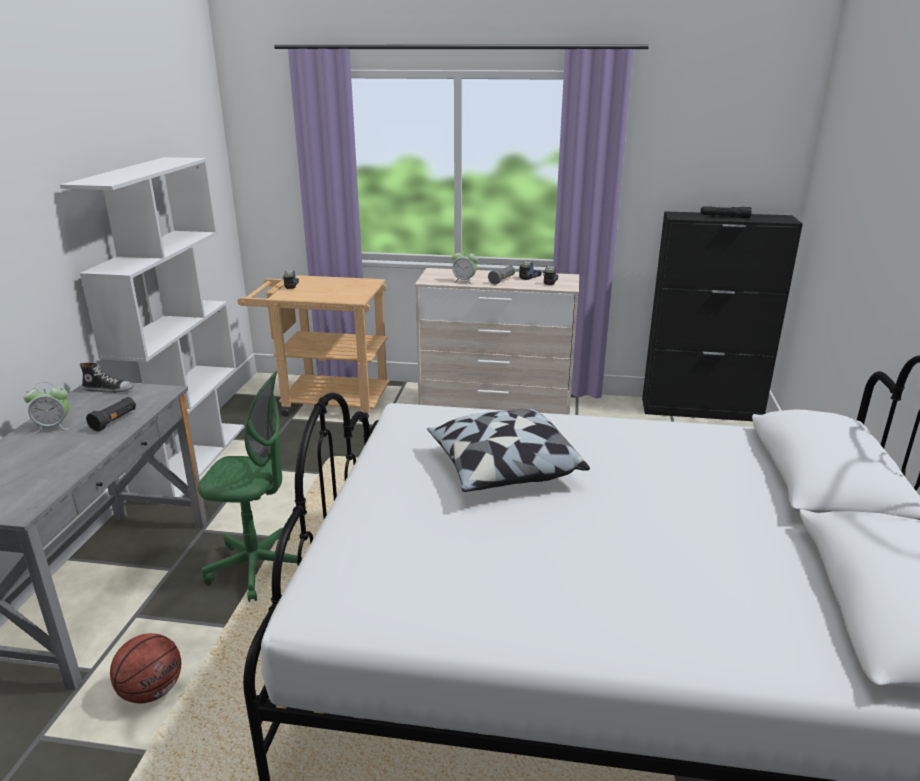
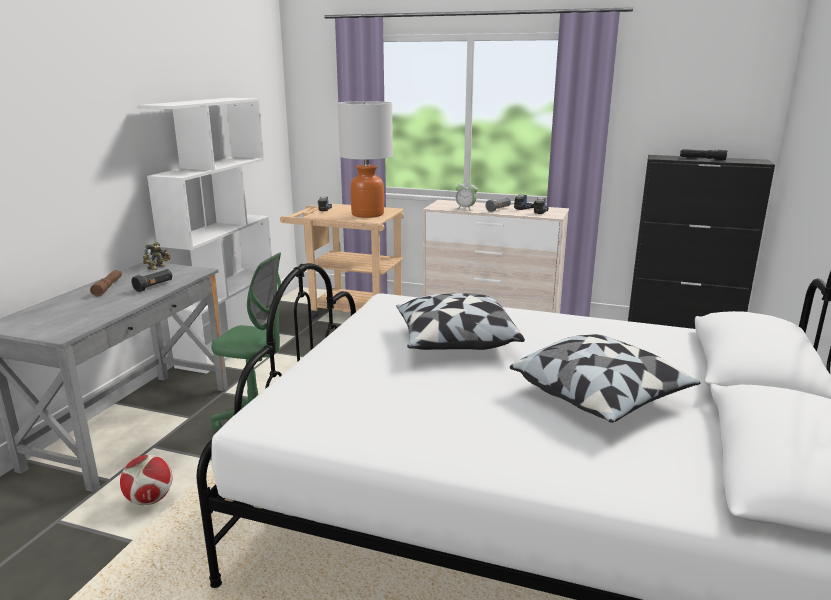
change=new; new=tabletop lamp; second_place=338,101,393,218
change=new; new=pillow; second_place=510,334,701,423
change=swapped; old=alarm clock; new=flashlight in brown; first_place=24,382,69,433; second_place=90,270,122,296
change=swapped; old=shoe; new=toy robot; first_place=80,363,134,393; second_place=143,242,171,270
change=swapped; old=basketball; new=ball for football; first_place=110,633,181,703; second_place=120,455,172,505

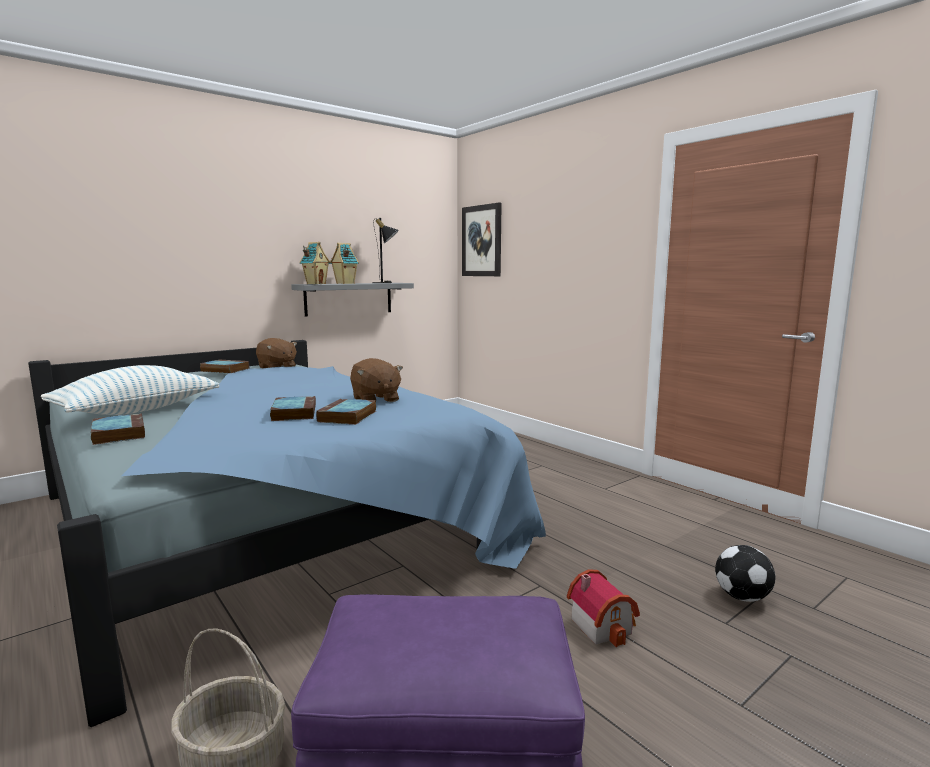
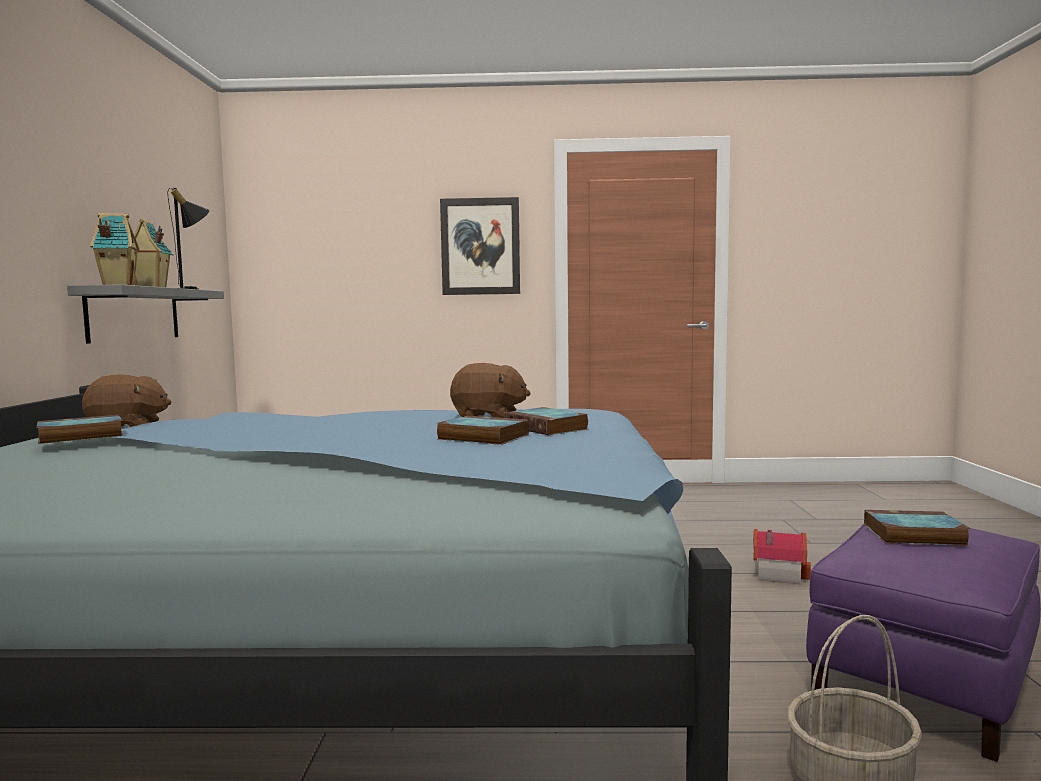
change=gone; old=pillow; first_place=41,365,220,415
change=gone; old=ball for football; first_place=715,545,776,602
change=shifted; old=book; first_place=91,413,145,445; second_place=864,510,971,546
change=shifted; old=wall art; first_place=462,203,502,276; second_place=440,197,520,295

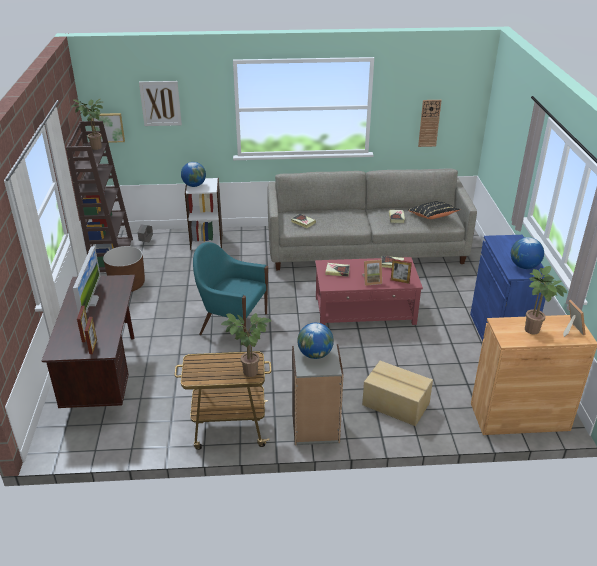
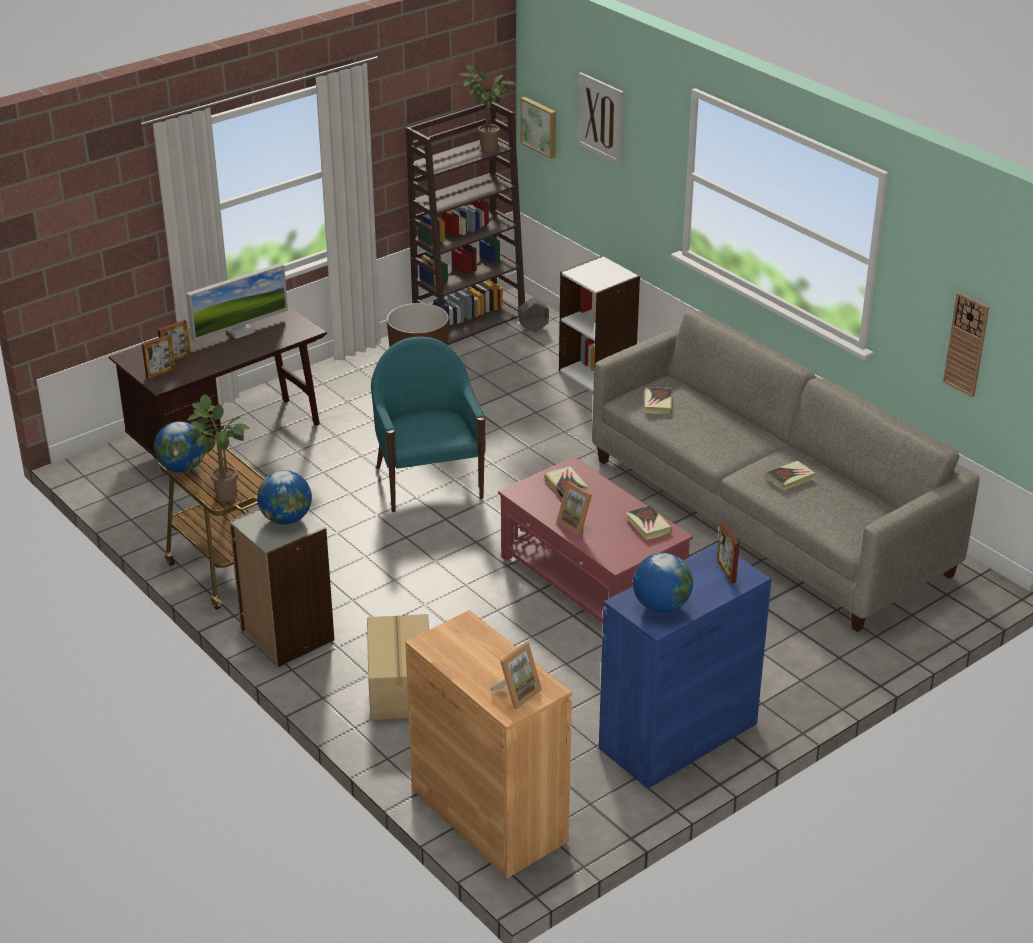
change=gone; old=pillow in black-coloured; first_place=408,201,460,219
change=gone; old=plant in a pot; first_place=525,266,567,334
change=shifted; old=globe; first_place=181,162,206,187; second_place=154,421,205,473
change=shifted; old=picture frame; first_place=391,259,412,284; second_place=717,522,740,584

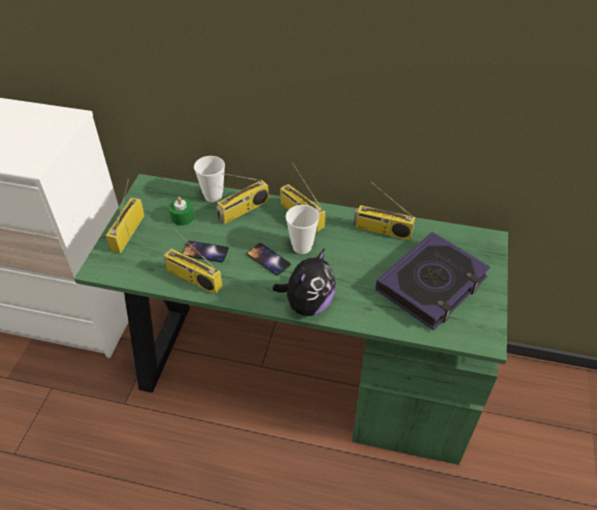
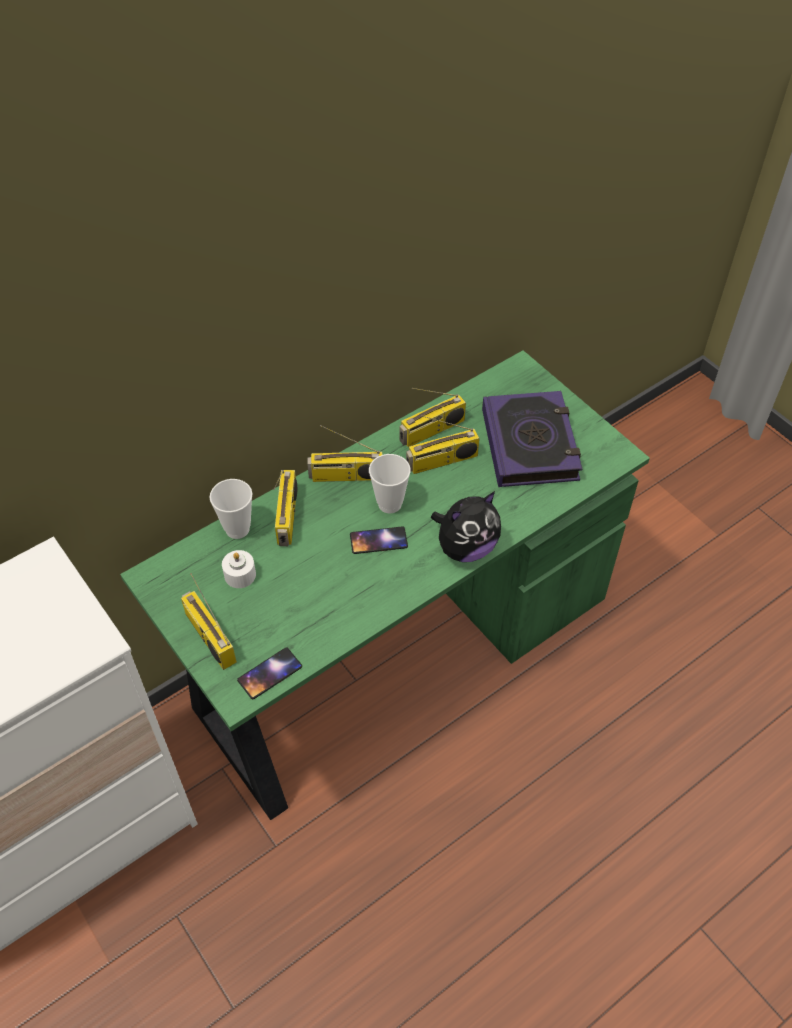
change=shifted; old=radio; first_place=163,227,222,295; second_place=406,415,480,474
change=shifted; old=handset; first_place=182,241,229,262; second_place=237,647,302,699
change=repainted; old=wax light in green; new=wax light in white-coloured; first_place=169,197,194,225; second_place=222,550,256,588
change=rotated; old=cuddly toy; first_place=272,248,336,316; second_place=431,491,501,562; degrees=75

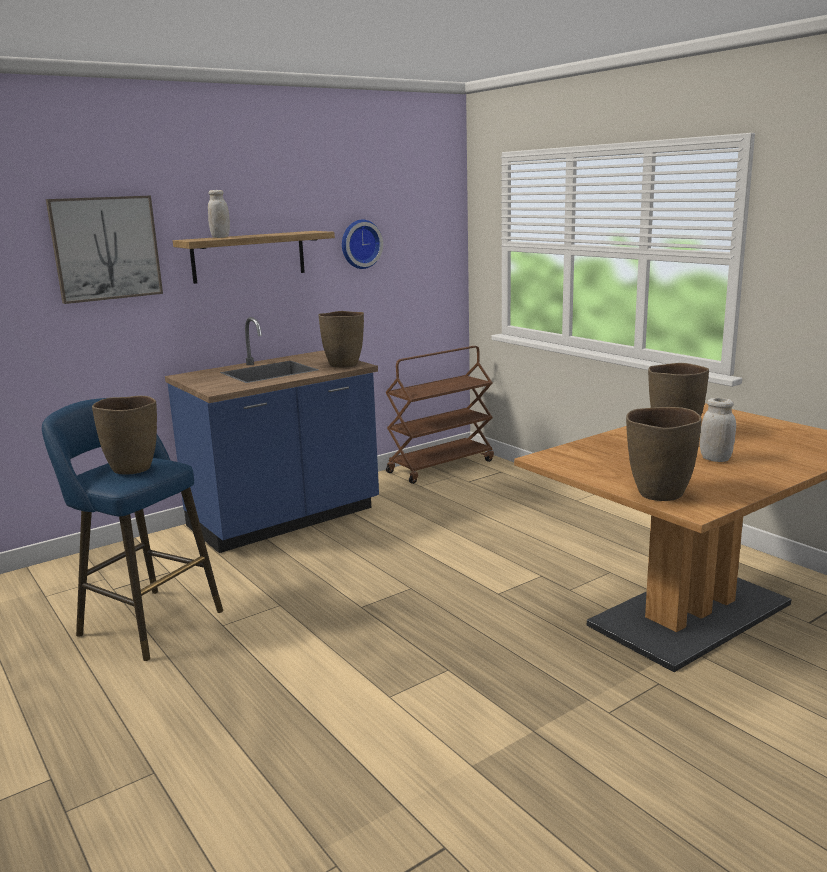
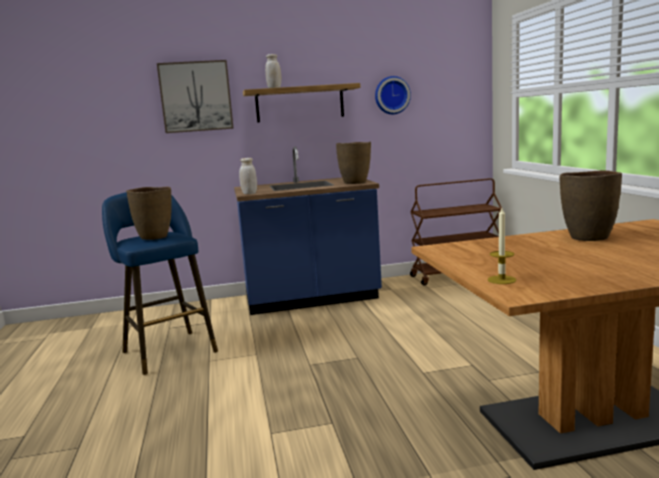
change=shifted; old=preserve jar in white-coloured; first_place=700,398,736,462; second_place=239,158,257,194
change=swapped; old=vase in brown; new=wax light; first_place=626,407,702,501; second_place=488,208,516,284

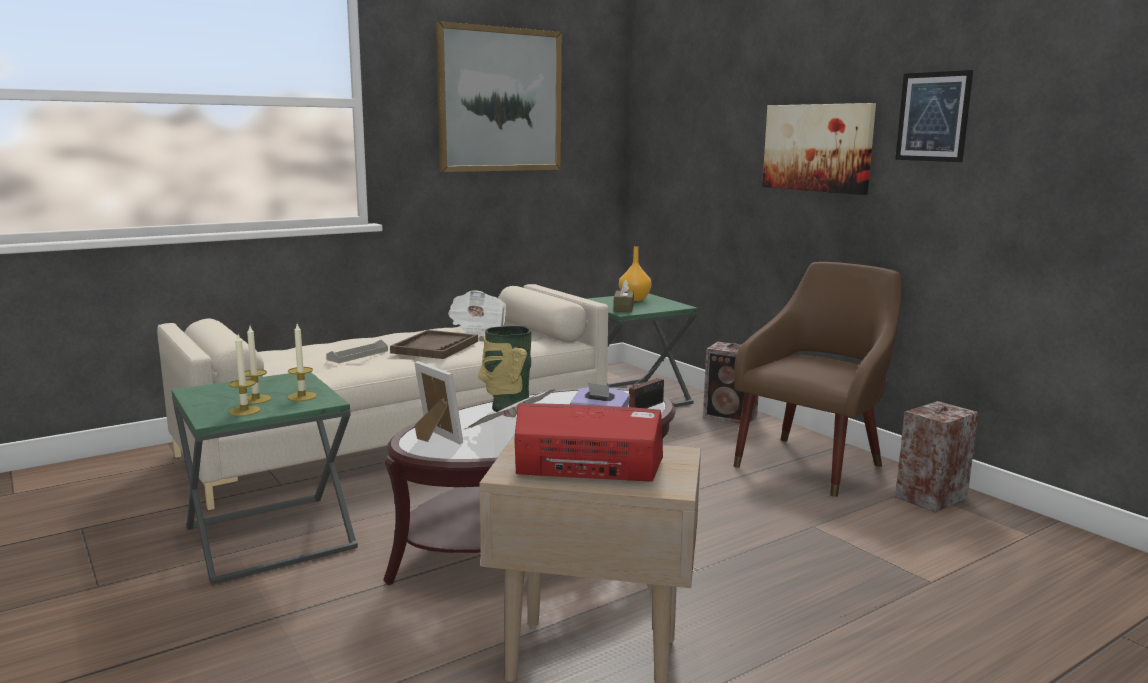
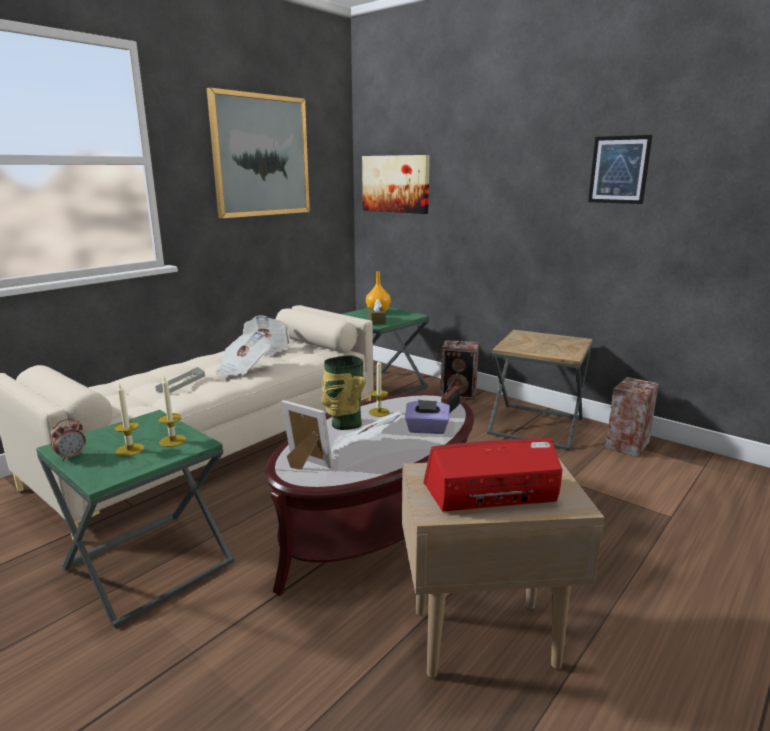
change=new; new=alarm clock; second_place=51,419,86,461
change=shifted; old=wax light; first_place=229,335,260,416; second_place=369,360,390,417
change=shifted; old=wall art; first_place=762,103,876,195; second_place=362,155,430,214
change=swapped; old=carrying tray in brown; new=printed paper; first_place=390,330,478,359; second_place=216,331,271,376
change=swapped; old=easy chair in brown; new=accent table in brown; first_place=734,262,902,497; second_place=487,330,592,450

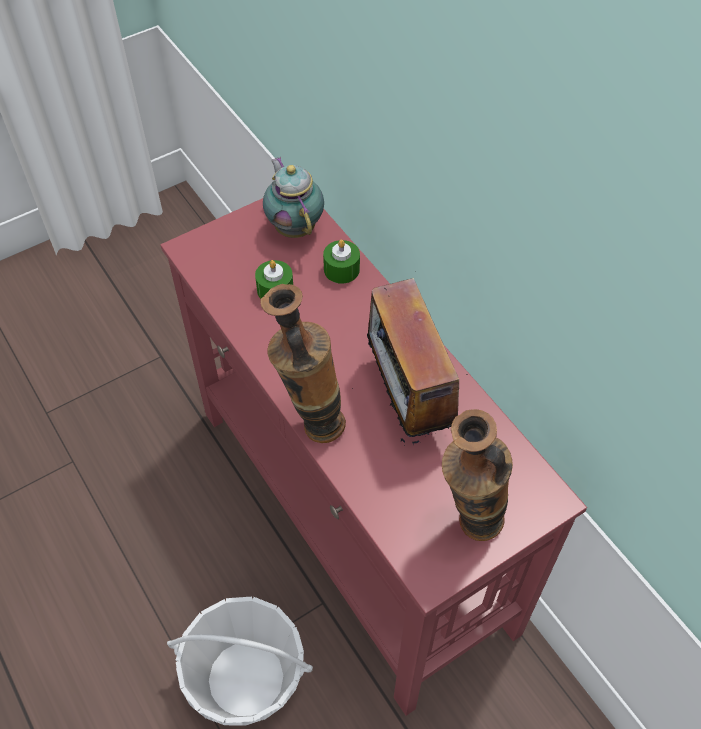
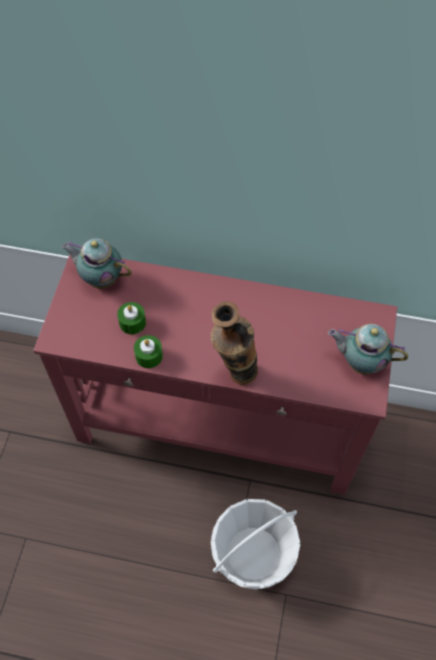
change=gone; old=radio; first_place=367,278,467,446
change=shifted; old=wax light in green; first_place=323,240,360,284; second_place=134,335,163,368
change=swapped; old=vase; new=teapot; first_place=442,409,513,541; second_place=328,324,408,375

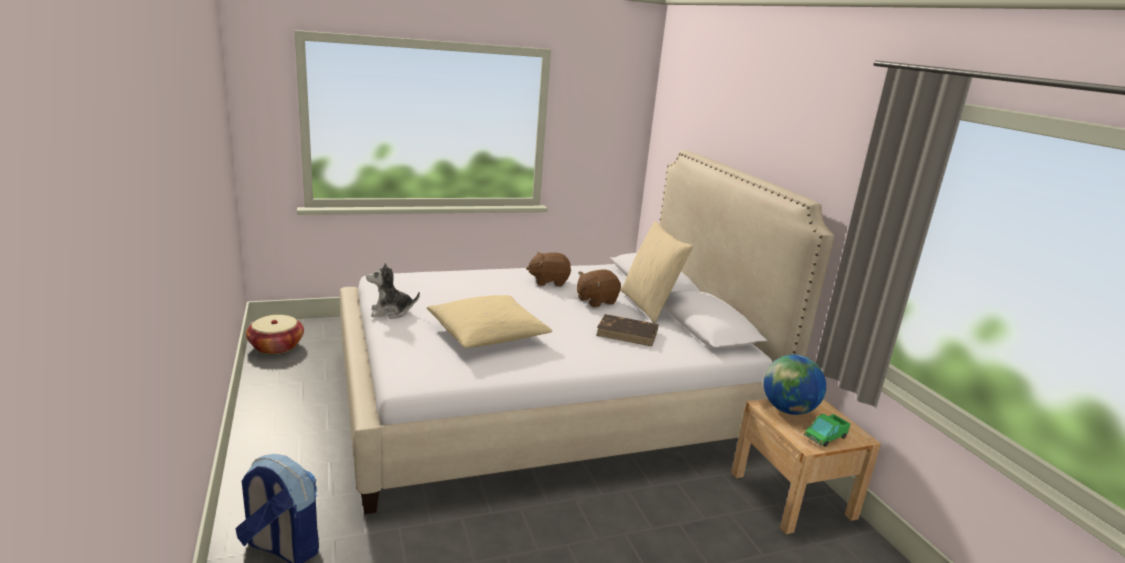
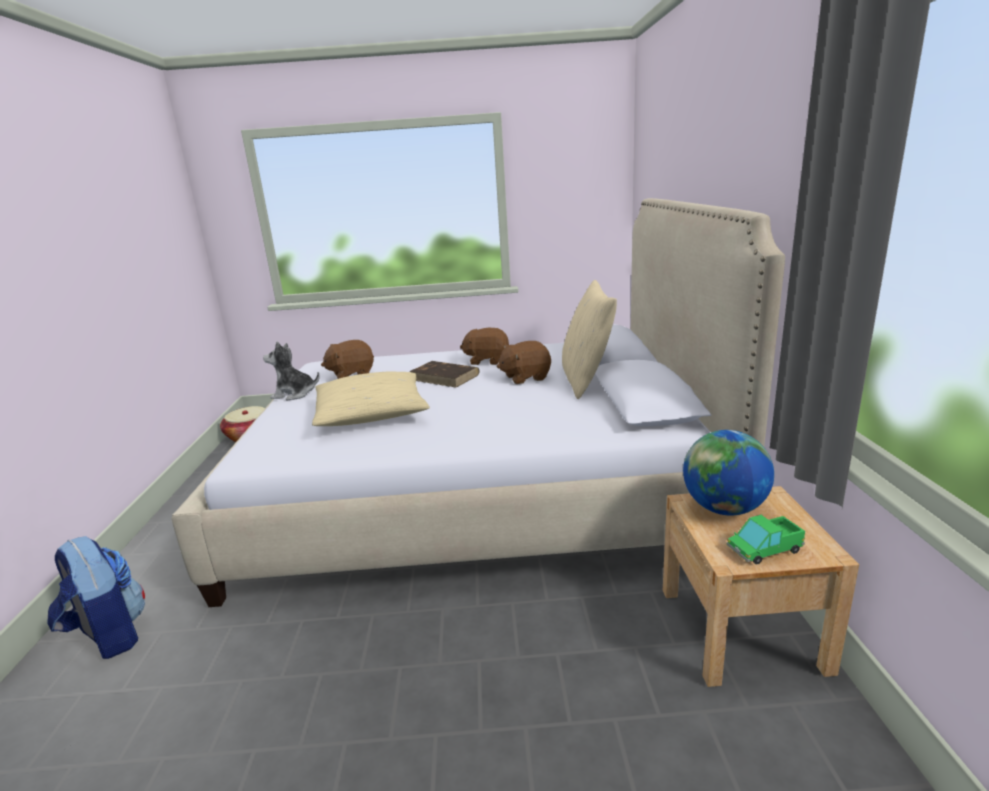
change=new; new=cuddly toy in brown; second_place=321,340,374,379
change=shifted; old=book in brown; first_place=596,314,659,346; second_place=409,361,479,388

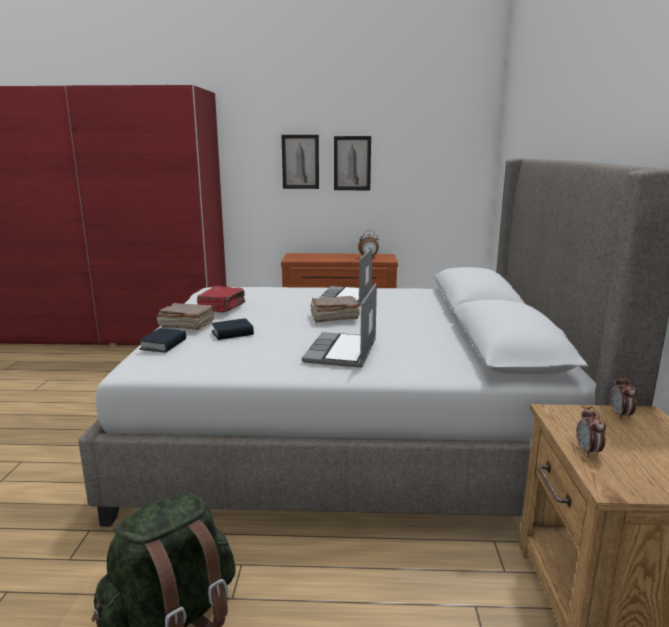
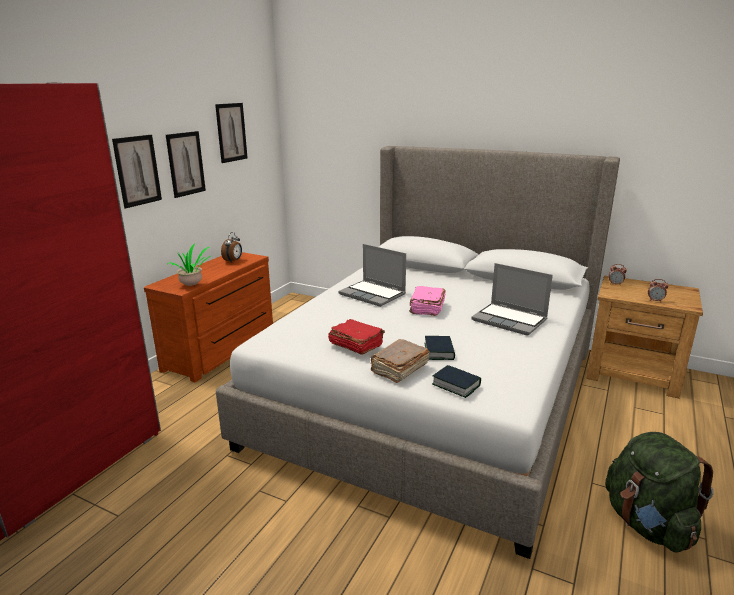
change=new; new=plant in a pot; second_place=168,243,211,286
change=new; new=wall art; second_place=215,103,248,163
change=repainted; old=book in brown; new=book in pinkish; first_place=311,296,360,323; second_place=409,286,446,316

